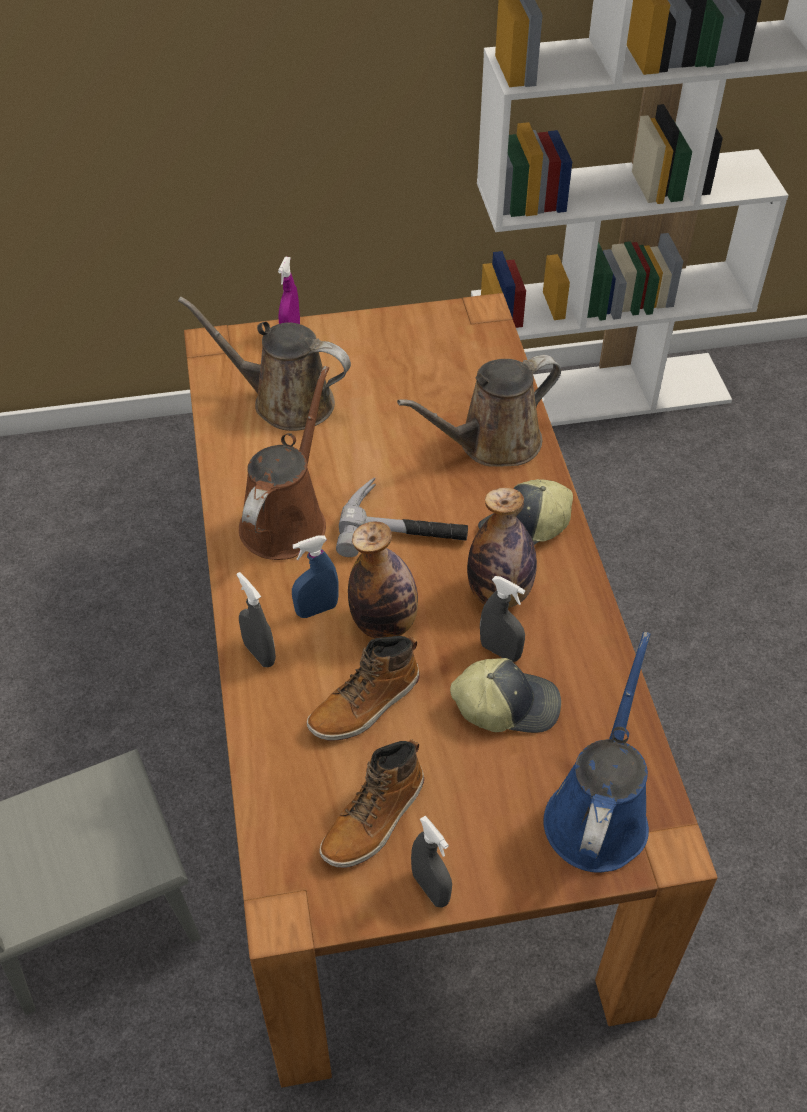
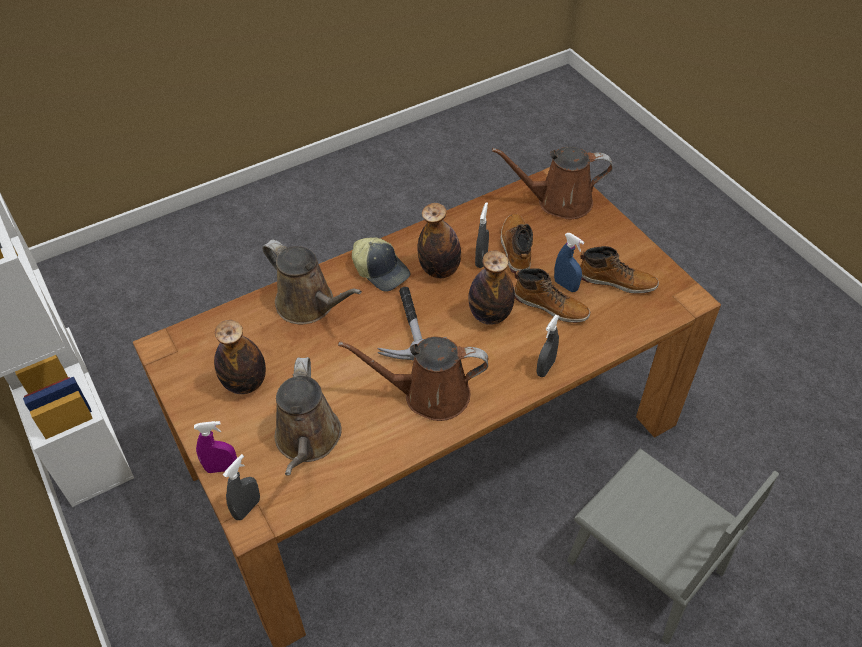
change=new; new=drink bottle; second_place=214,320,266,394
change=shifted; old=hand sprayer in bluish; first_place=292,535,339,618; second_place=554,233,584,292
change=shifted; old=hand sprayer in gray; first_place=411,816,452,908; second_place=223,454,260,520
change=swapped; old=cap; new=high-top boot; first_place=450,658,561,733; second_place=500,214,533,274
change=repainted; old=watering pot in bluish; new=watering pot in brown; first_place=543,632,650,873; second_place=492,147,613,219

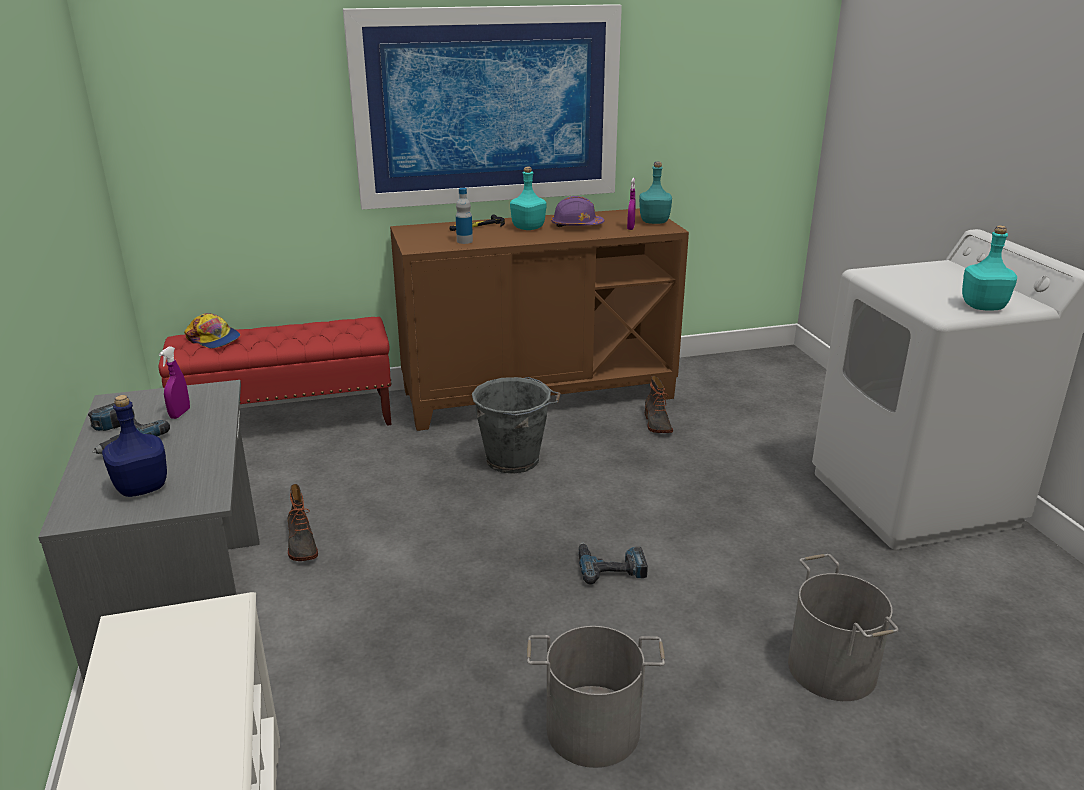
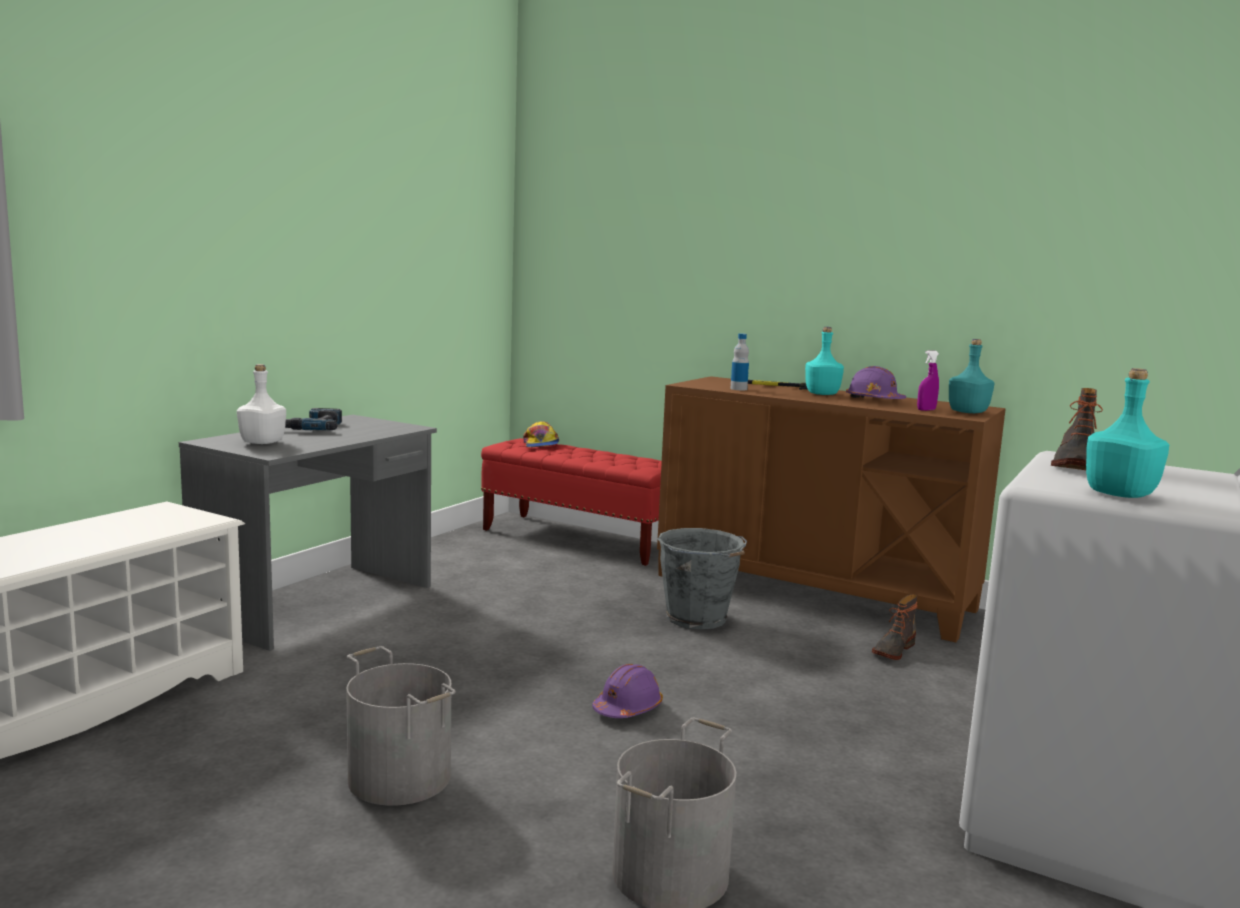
change=gone; old=hand sprayer in purplish; first_place=159,346,190,419
change=gone; old=wall art; first_place=343,4,622,210
change=shifted; old=high-top boot; first_place=288,484,318,561; second_place=1051,388,1103,470
change=swapped; old=power drill; new=hard hat in purplish; first_place=579,543,648,584; second_place=592,664,663,718
change=repainted; old=drink bottle in bluish; new=drink bottle in white-coloured; first_place=102,395,167,497; second_place=237,364,286,444

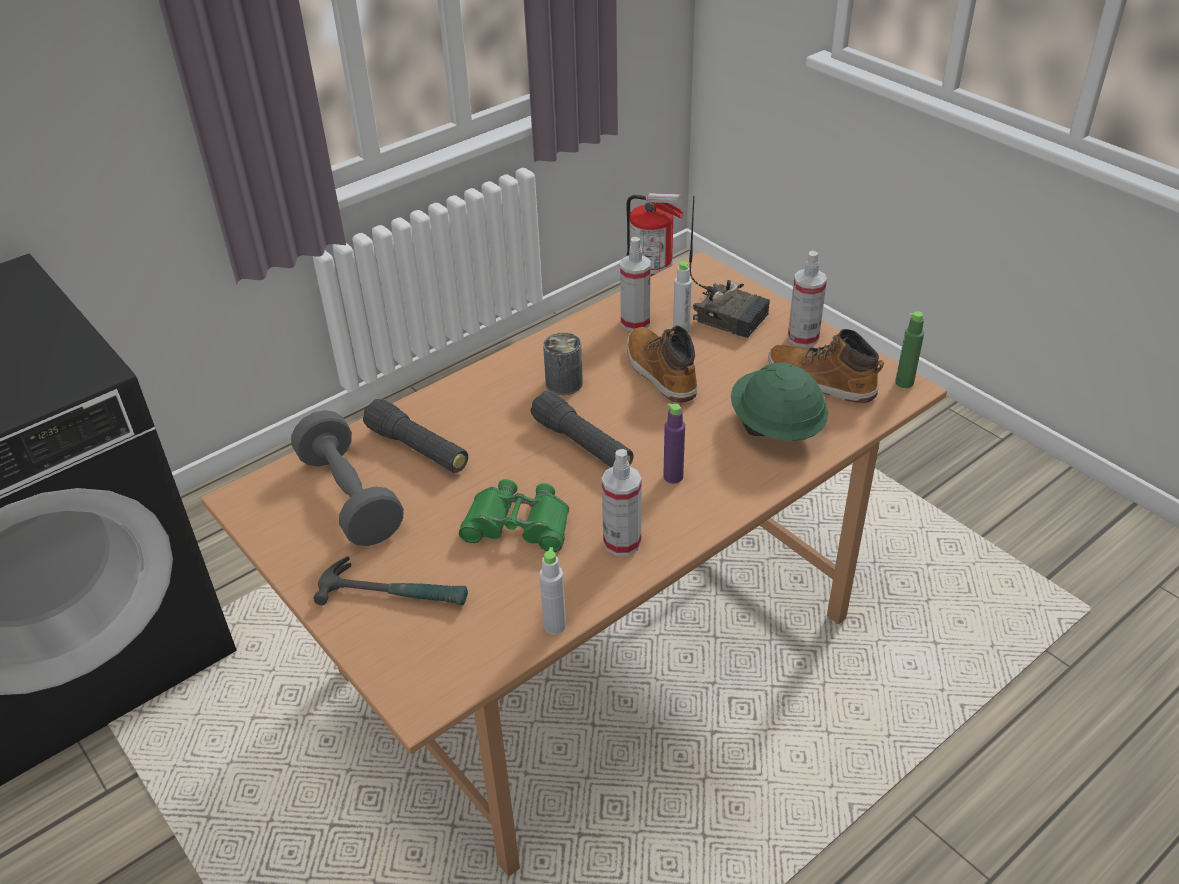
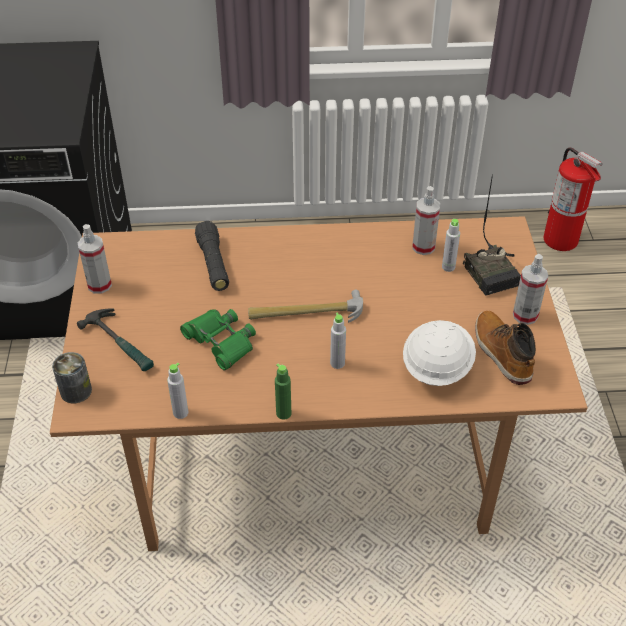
change=gone; old=free weight in gray; first_place=291,410,404,546
change=gone; old=high-top boot; first_place=627,325,697,403
change=shifted; old=metal can; first_place=543,332,583,395; second_place=52,352,92,403
change=shifted; old=hand sprayer; first_place=602,449,642,556; second_place=78,224,112,294
change=shifted; old=drink bottle in green; first_place=895,312,924,388; second_place=275,364,291,420
change=swapped; old=flashlight in black-coloured; new=hammer; first_place=530,391,634,467; second_place=248,290,363,323
change=repainted; old=drink bottle in purplish; new=drink bottle in gray; first_place=663,403,685,484; second_place=330,312,346,369
change=repainted; old=hard hat in green; new=hard hat in white-coloured; first_place=731,362,828,441; second_place=403,320,476,386

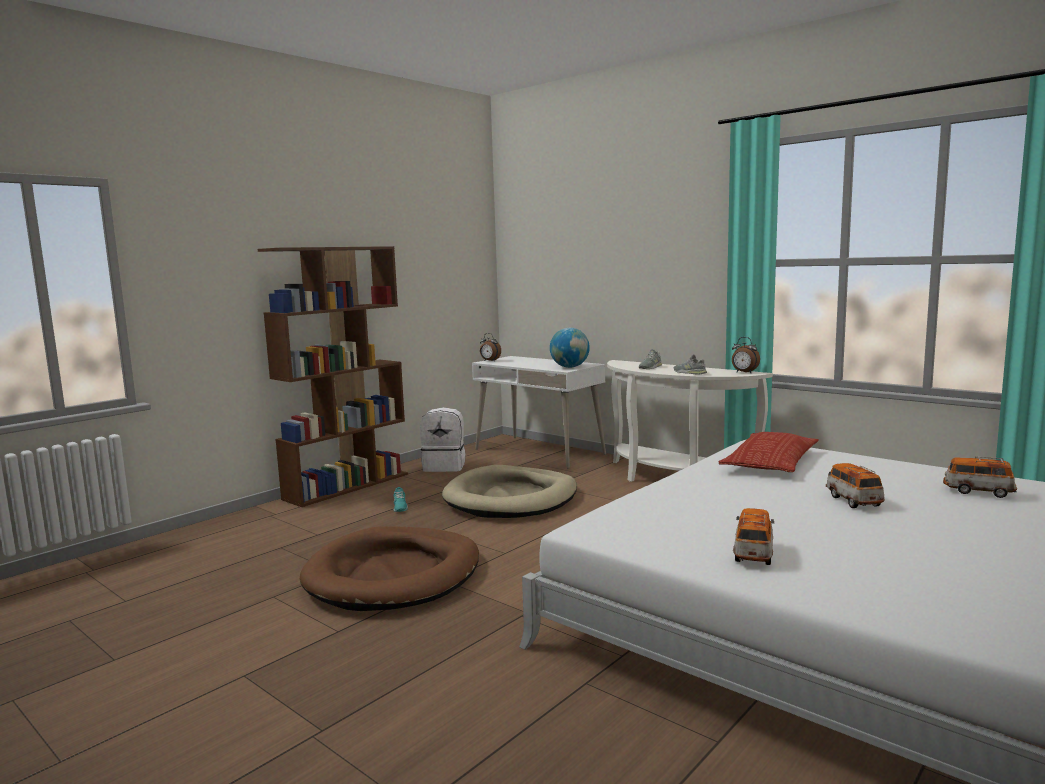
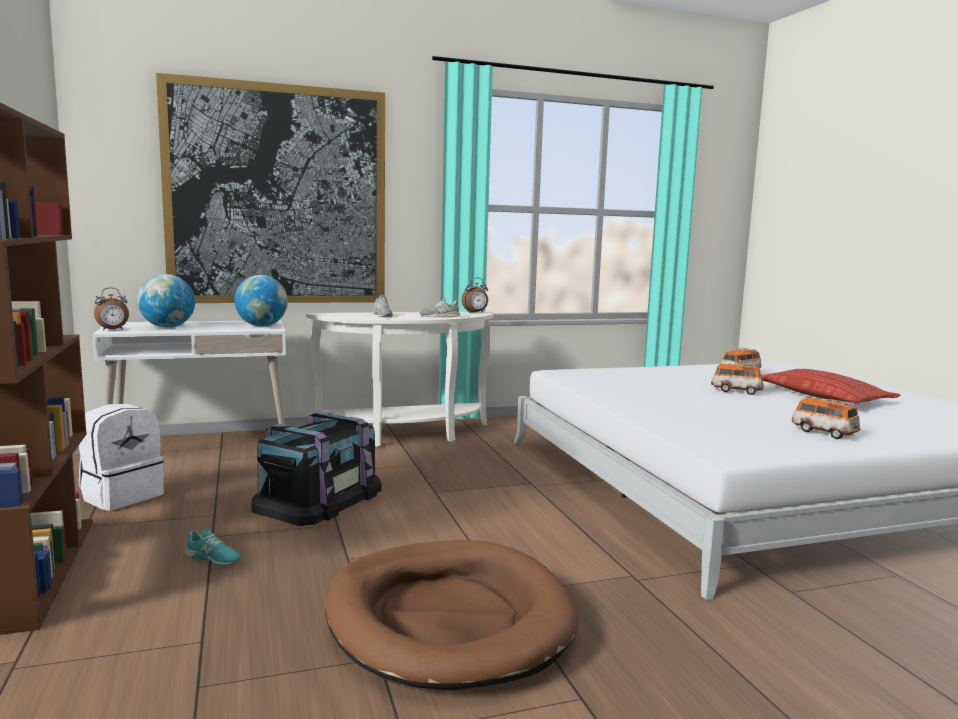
change=new; new=globe; second_place=137,274,195,328
change=new; new=wall art; second_place=156,73,385,303
change=shifted; old=pillow; first_place=719,432,818,472; second_place=762,369,901,404
change=swapped; old=pet bed in beige; new=storage container in black-coloured; first_place=442,465,577,518; second_place=252,411,382,526

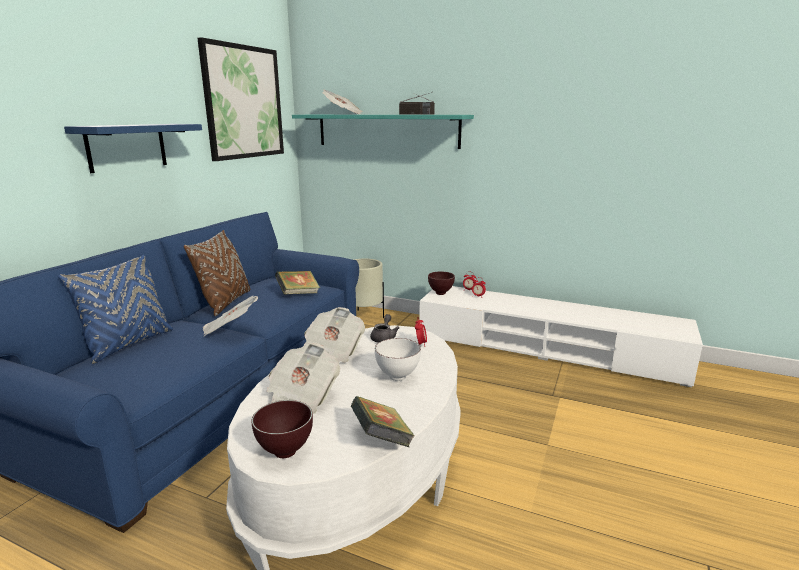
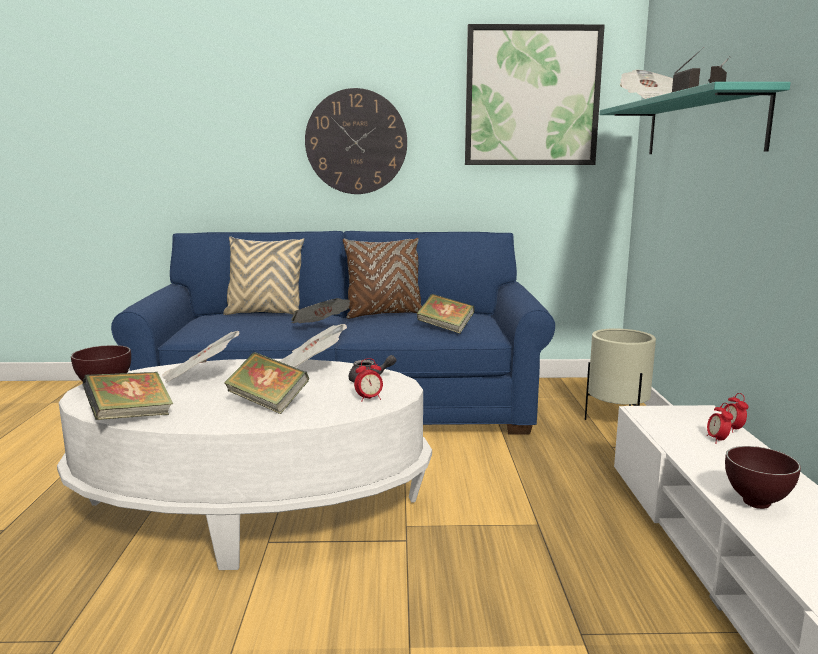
change=shifted; old=serving bowl in brown; first_place=428,271,455,295; second_place=725,446,801,509
change=swapped; old=shelf in bluish; new=clock on the wall; first_place=64,124,202,173; second_place=305,88,407,194
change=swapped; old=serving bowl in white-coloured; new=book; first_place=375,338,421,381; second_place=224,352,309,414
change=repainted; old=pillow in bluish; new=pillow in beige; first_place=58,255,173,364; second_place=223,236,304,315

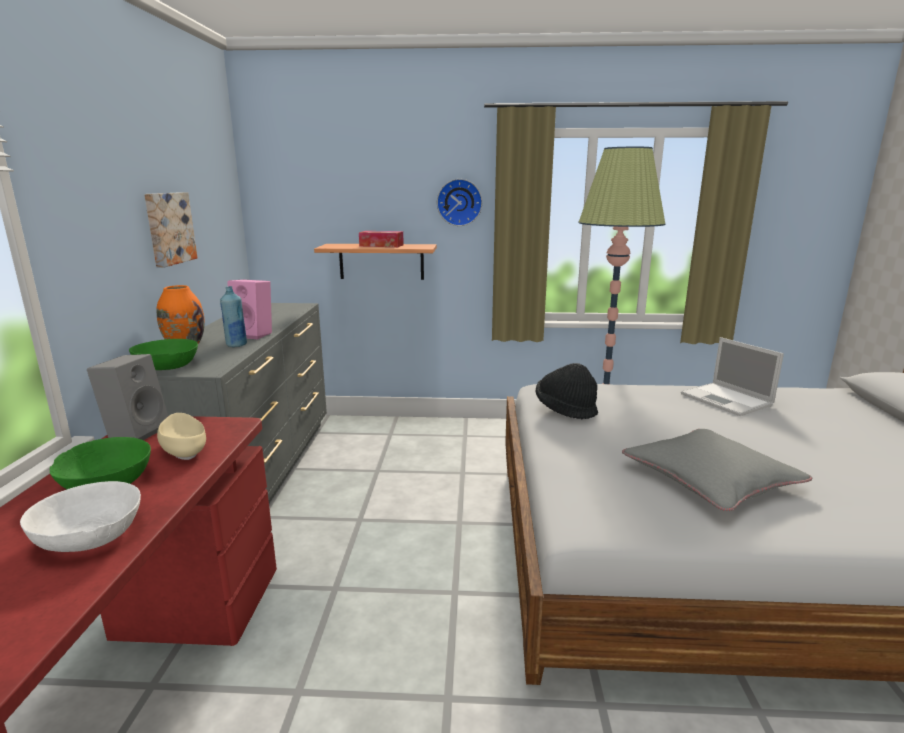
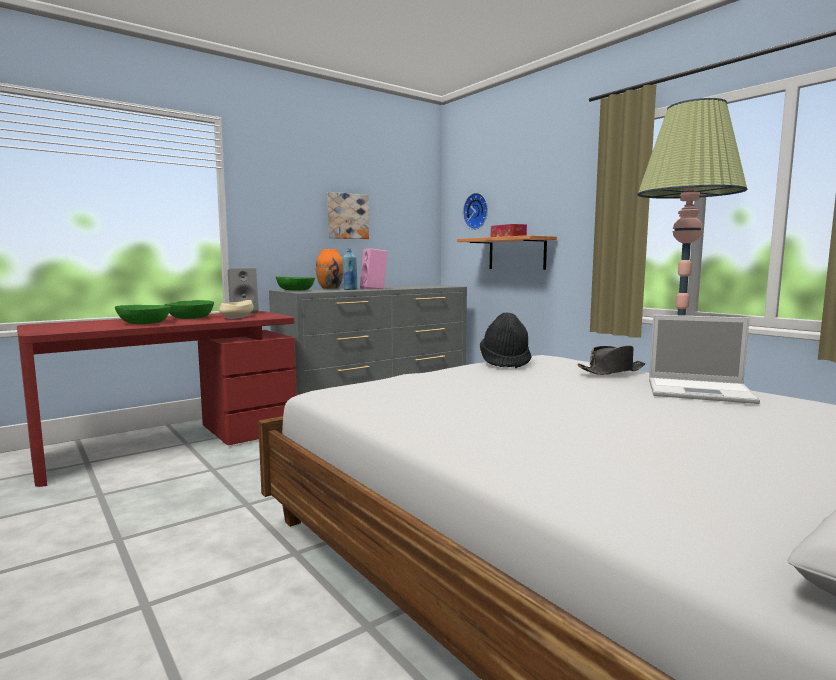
change=gone; old=pillow in gray; first_place=622,429,812,511
change=new; new=hat in black-coloured; second_place=577,346,645,375
change=shifted; old=clock on the wall; first_place=437,179,482,226; second_place=463,193,488,230
change=repainted; old=serving bowl in white-coloured; new=serving bowl in green; first_place=20,481,141,552; second_place=115,305,171,324
change=rotated; old=laptop; first_place=681,337,784,416; second_place=649,315,760,404; degrees=-90

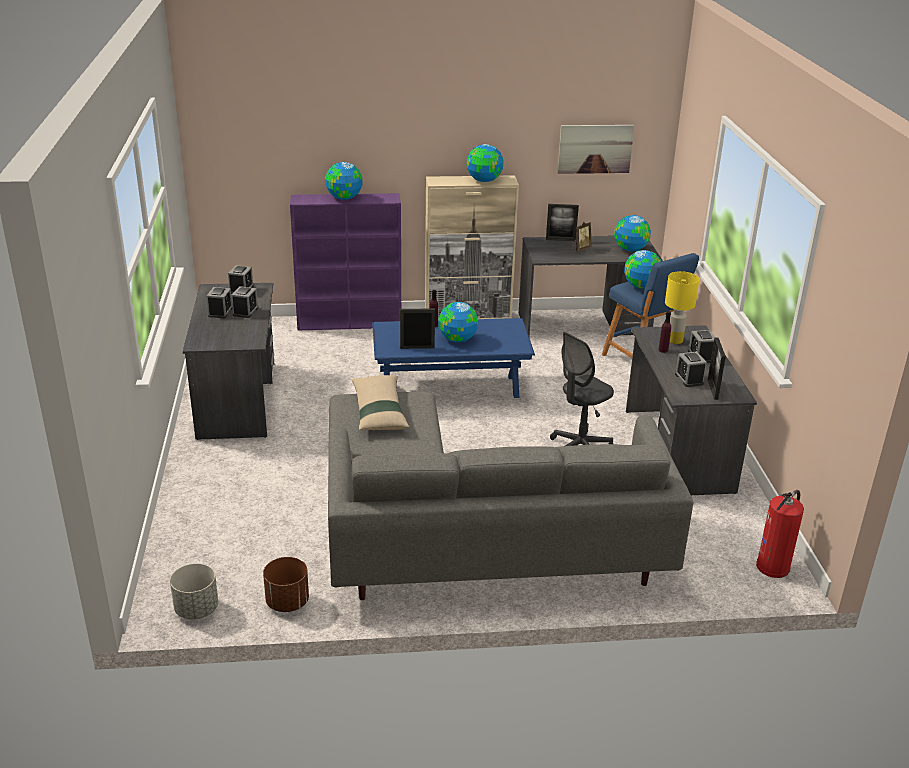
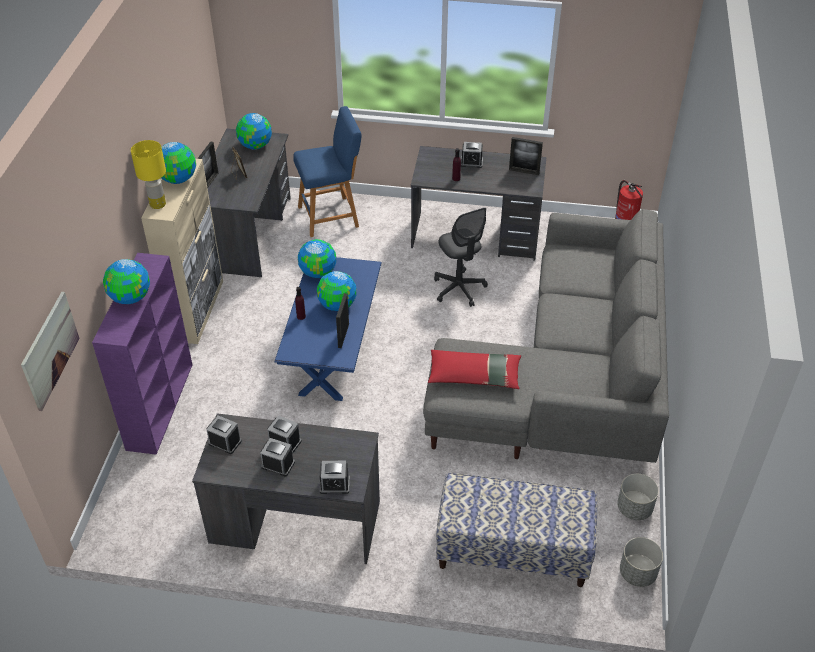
change=new; new=indoor bench; second_place=436,473,597,587
change=shifted; old=wall art; first_place=557,125,634,174; second_place=21,292,80,411
change=shifted; old=globe; first_place=624,250,661,288; second_place=298,239,336,278
change=shifted; old=tabletop lamp in yellow-coloured; first_place=665,271,699,344; second_place=131,140,166,209
change=shifted; old=alarm clock; first_place=675,352,707,387; second_place=320,461,350,494
change=repainted; old=flower pot in brown; new=flower pot in gray; first_place=263,557,309,612; second_place=617,474,659,520
change=repainted; old=pillow in beige; new=pillow in reddish; first_place=351,375,410,430; second_place=428,350,521,389

